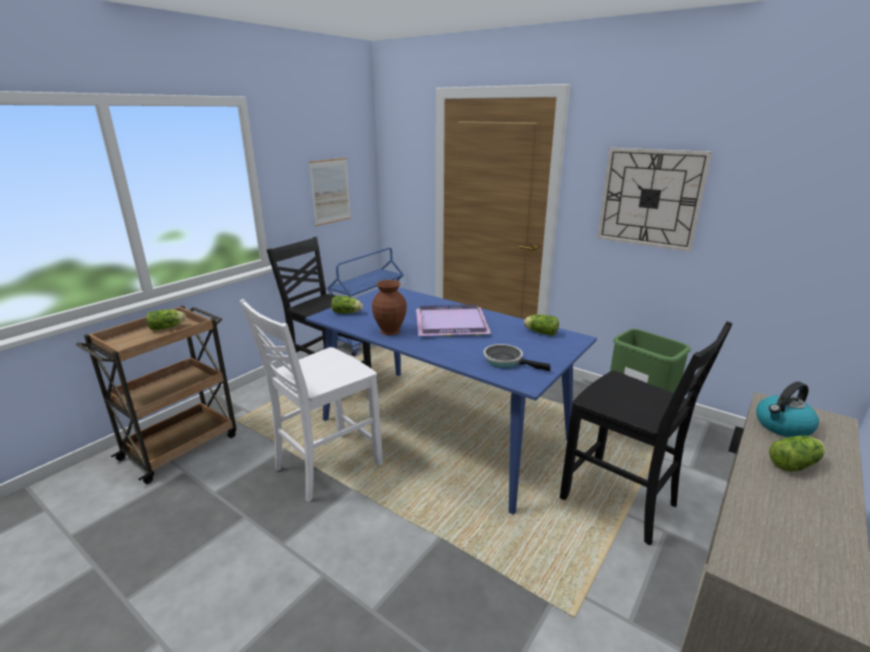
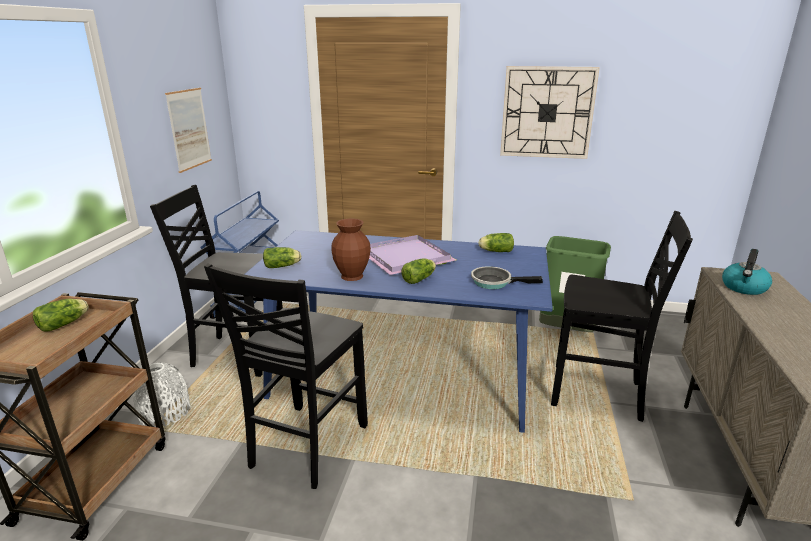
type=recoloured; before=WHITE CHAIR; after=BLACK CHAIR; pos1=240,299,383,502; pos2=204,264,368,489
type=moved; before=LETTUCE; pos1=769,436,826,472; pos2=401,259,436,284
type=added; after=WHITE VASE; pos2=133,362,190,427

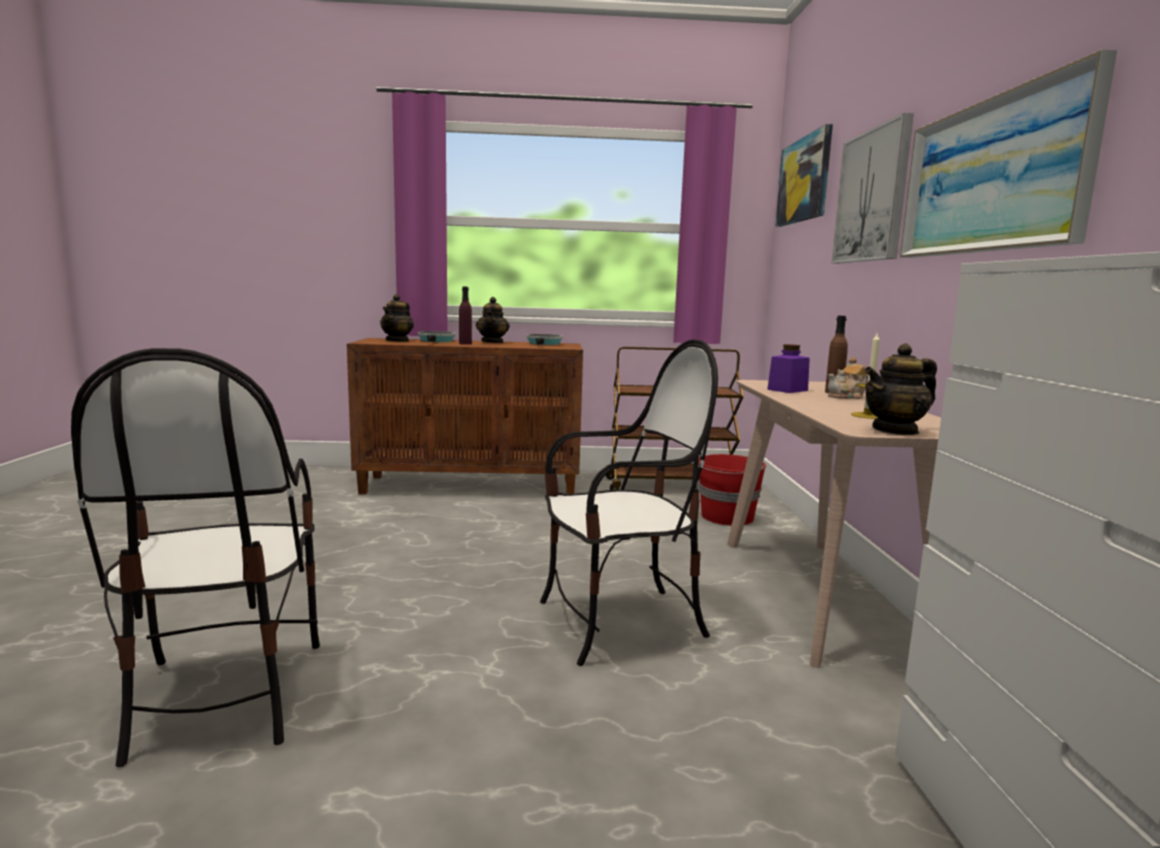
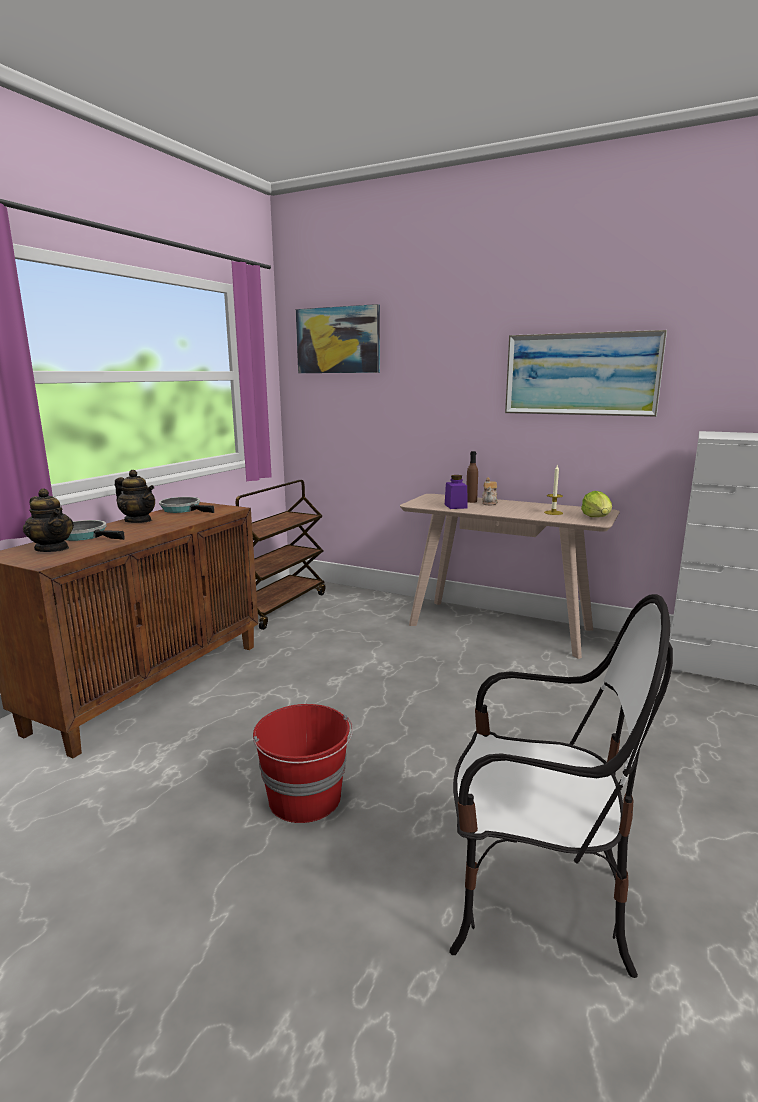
type=removed; before=PURPLE BOTTLE; pos1=459,287,472,345
type=removed; before=CHAIR; pos1=540,339,718,666
type=moved; before=RED BUCKET; pos1=698,454,766,526; pos2=253,704,353,823
type=removed; before=PICTURE; pos1=831,113,914,263
type=replaced; before=TEAPOT; after=LETTUCE; pos1=864,343,937,435; pos2=581,491,612,517

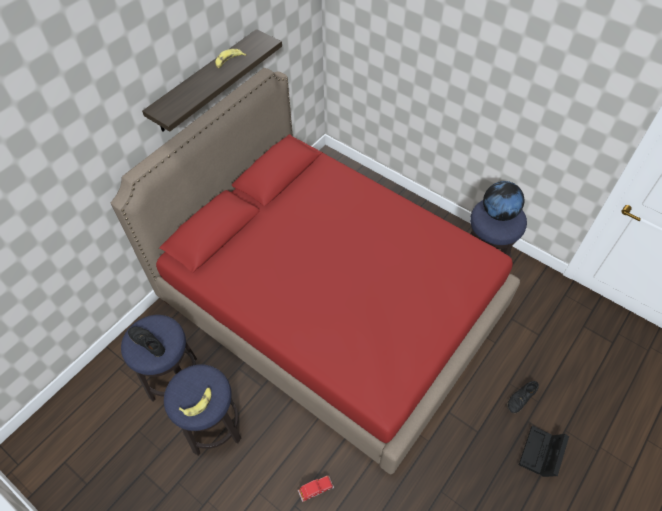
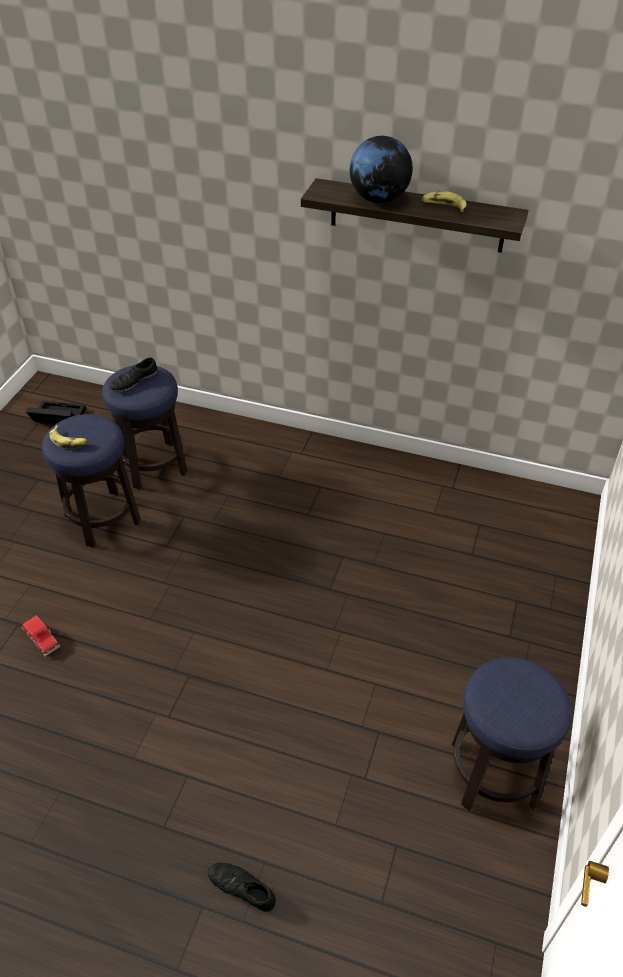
type=removed; before=RED BED; pos1=111,68,520,474
type=turned; before=BLACK SHOE; pos1=128,326,165,357; pos2=109,357,158,392; turn=-150
type=moved; before=GLOBE; pos1=483,181,524,221; pos2=350,136,413,203
type=moved; before=BLACK STORAGE BOX; pos1=519,426,569,477; pos2=26,401,86,423

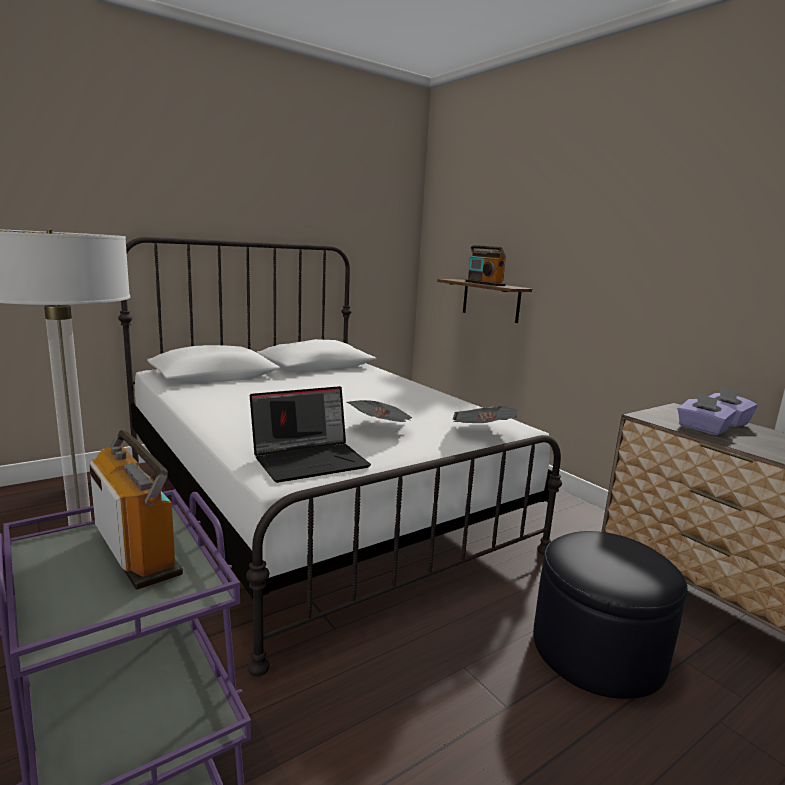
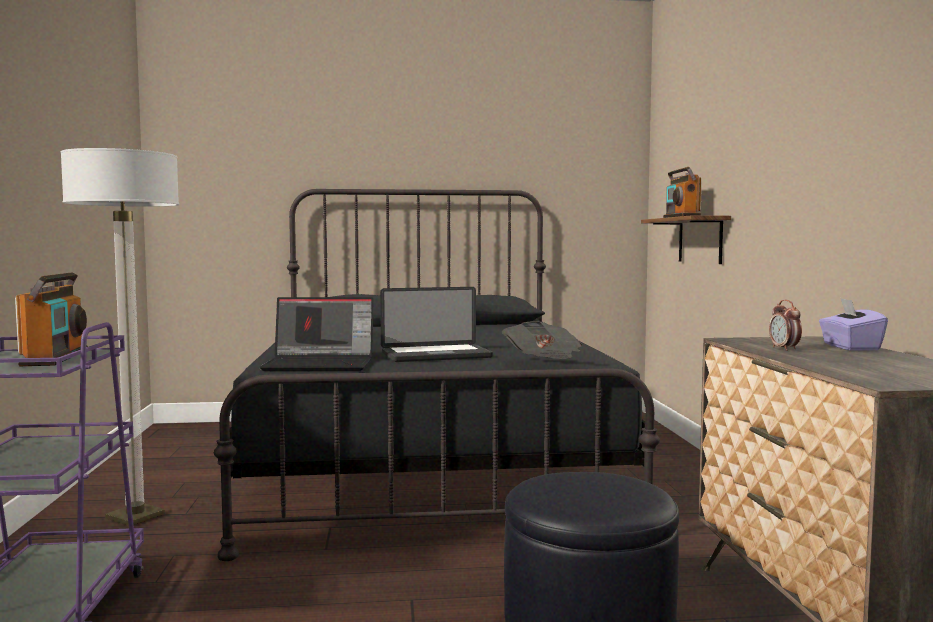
type=recoloured; before=WHITE BED; after=BLACK BED; pos1=118,237,562,676; pos2=214,189,660,561
type=replaced; before=NEWSPAPER; after=LAPTOP; pos1=346,400,412,422; pos2=380,287,493,362
type=replaced; before=PURPLE TISSUE BOX; after=ALARM CLOCK; pos1=677,394,736,435; pos2=769,299,802,351

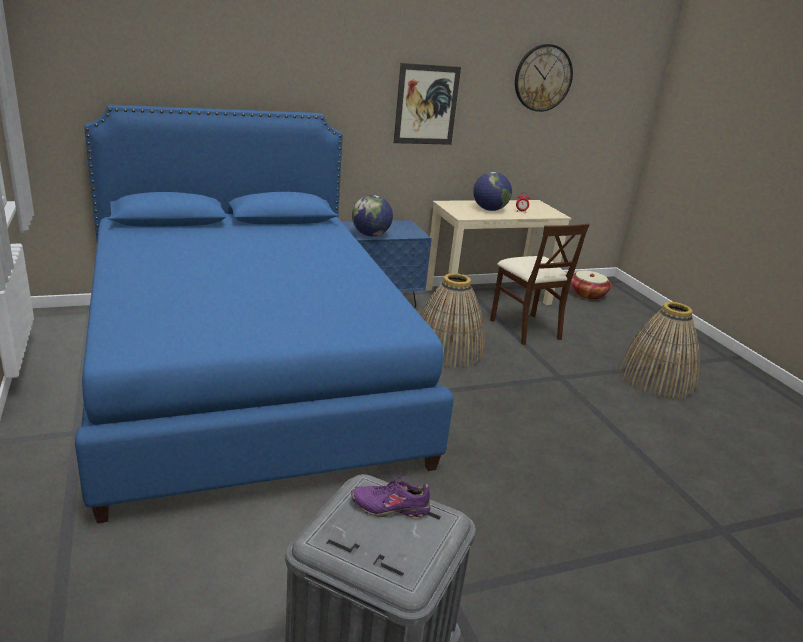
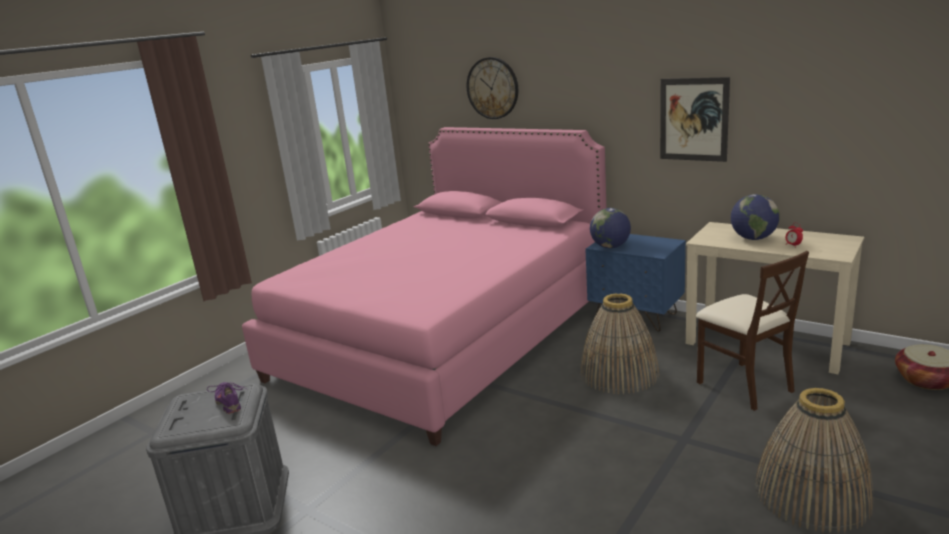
type=recoloured; before=BLUE BED; after=PINK BED; pos1=75,105,454,524; pos2=242,127,606,446
type=turned; before=BEIGE CHAIR; pos1=490,223,590,345; pos2=696,251,809,411; turn=-60
type=moved; before=WALL CLOCK; pos1=515,44,573,112; pos2=467,57,518,119

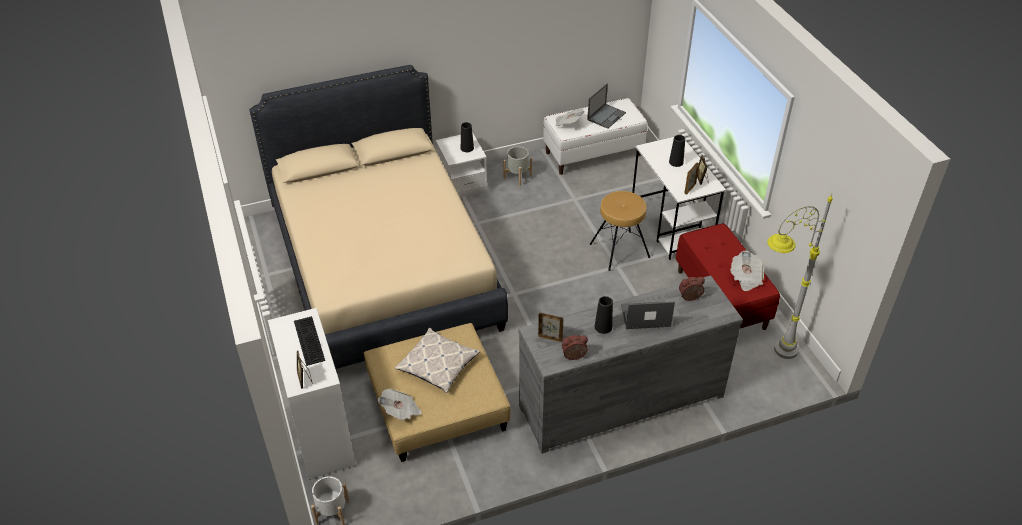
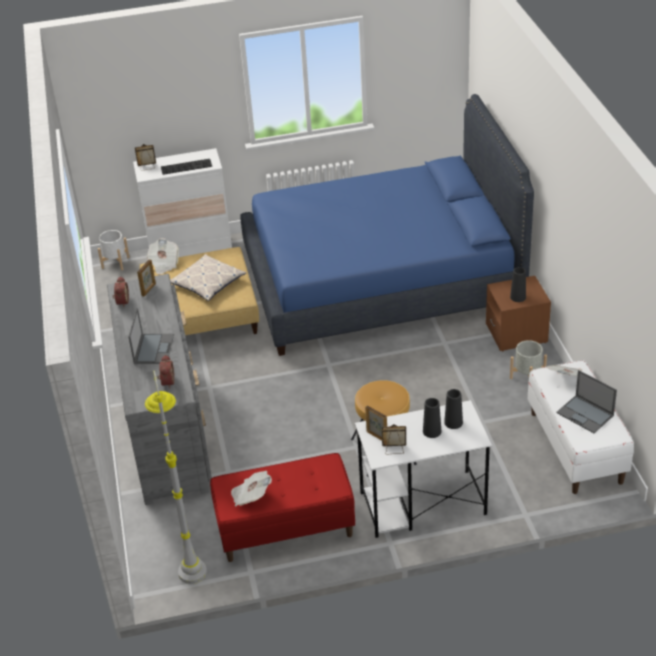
type=recoloured; before=BEIGE BED; after=BLUE BED; pos1=249,65,508,369; pos2=240,94,534,356
type=recoloured; before=WHITE NIGHTSTAND; after=BROWN NIGHTSTAND; pos1=436,132,487,197; pos2=486,276,551,351
type=moved; before=BLACK VASE; pos1=594,296,613,334; pos2=444,389,463,429

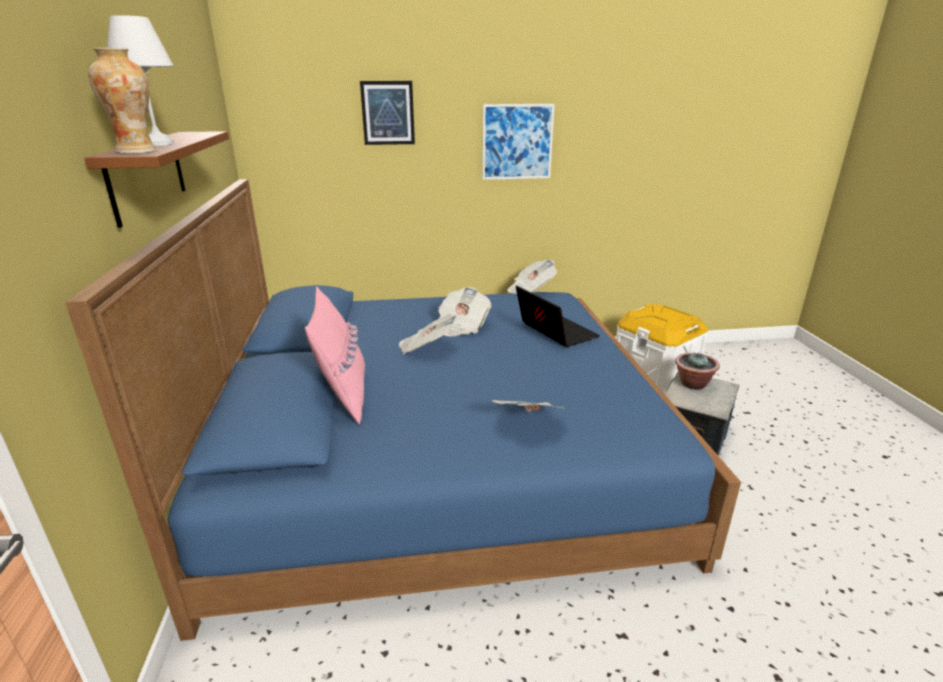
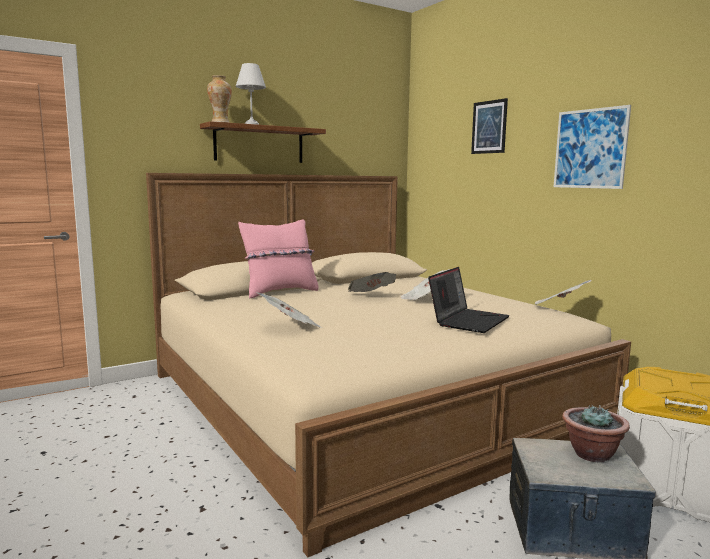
type=recoloured; before=BLUE BED; after=BEIGE BED; pos1=65,179,741,641; pos2=146,173,631,557

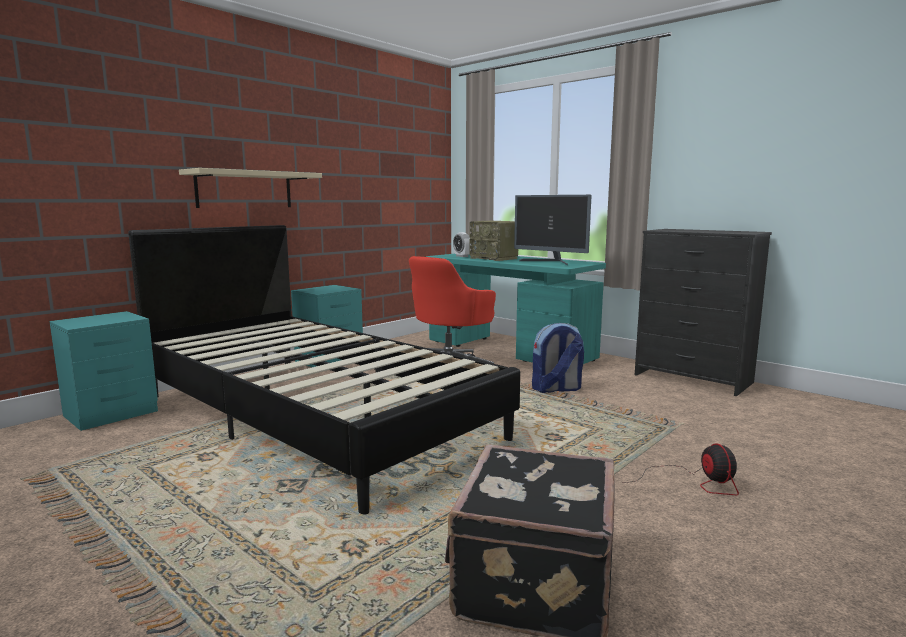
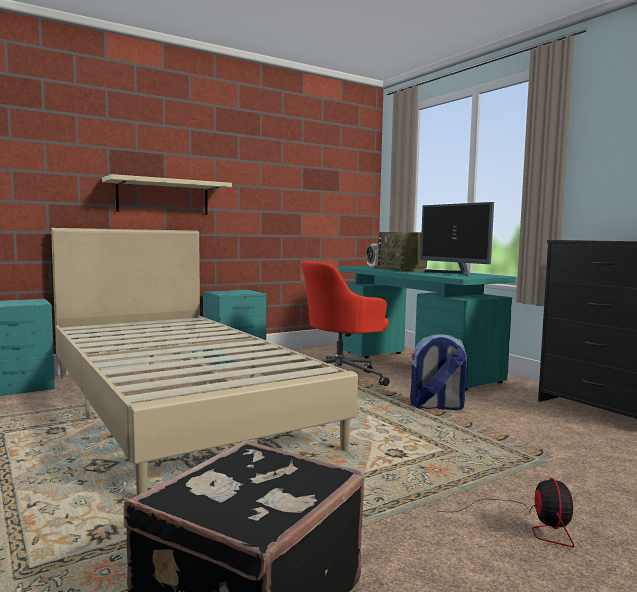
type=recoloured; before=BLACK BED; after=BEIGE BED; pos1=128,225,520,514; pos2=51,228,358,495

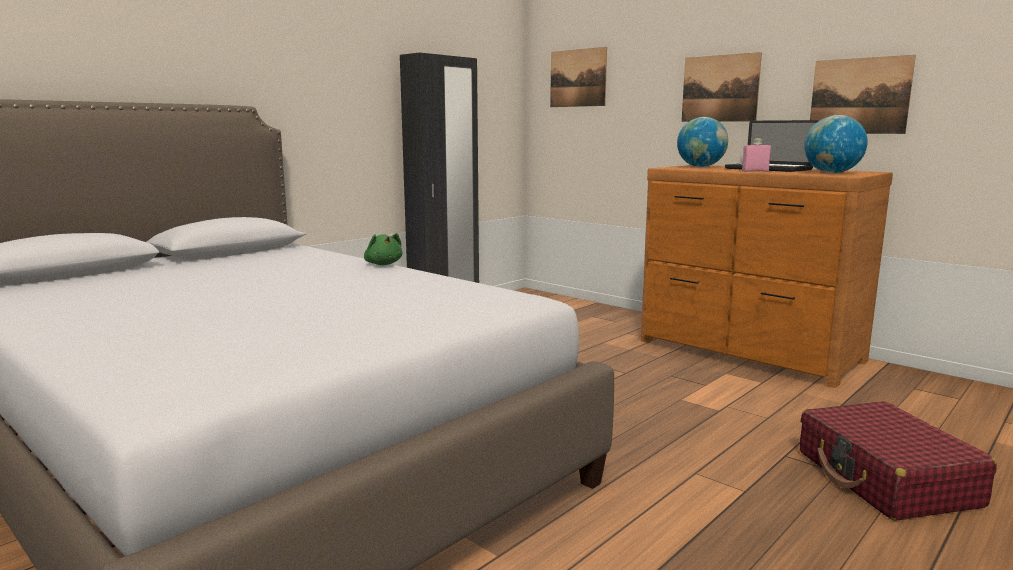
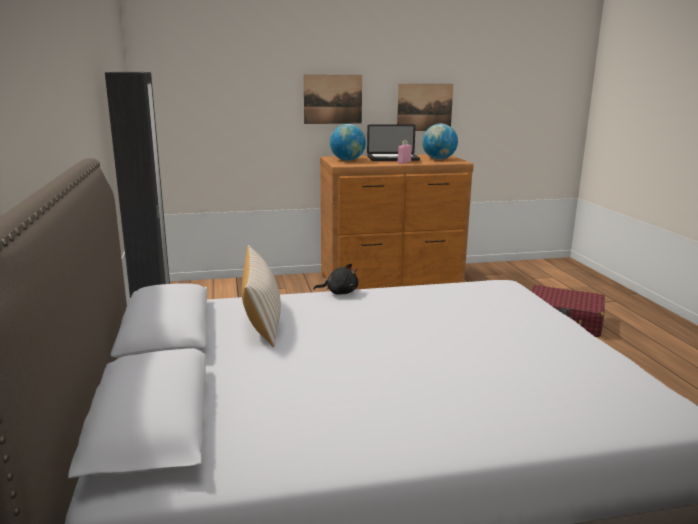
type=recoloured; before=GREEN PLUSH TOY; after=BLACK PLUSH TOY; pos1=364,233,402,265; pos2=314,263,358,295
type=removed; before=PICTURE; pos1=550,47,607,107
type=added; after=BEIGE PILLOW; pos2=241,245,281,347

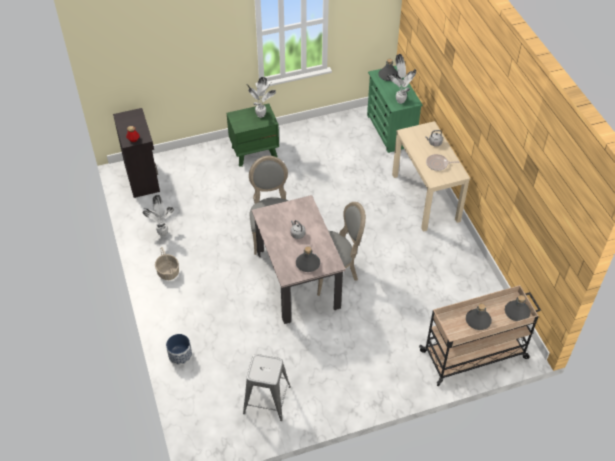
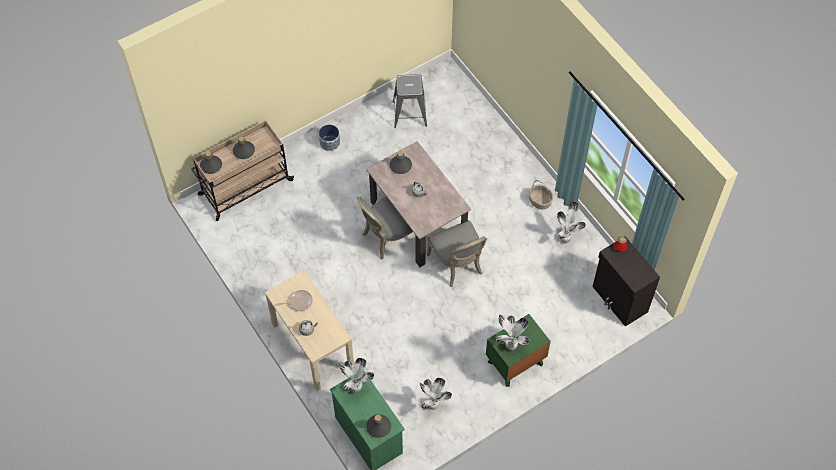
type=moved; before=PLANTER; pos1=166,334,192,365; pos2=319,124,340,151
type=added; after=POTTED PLANT; pos2=419,378,452,410

